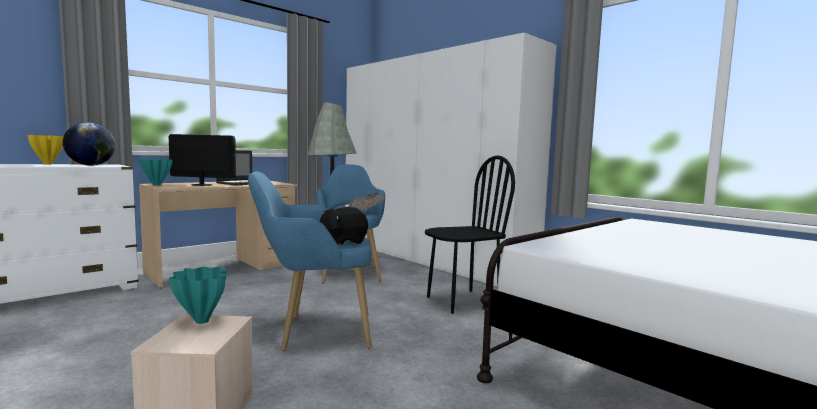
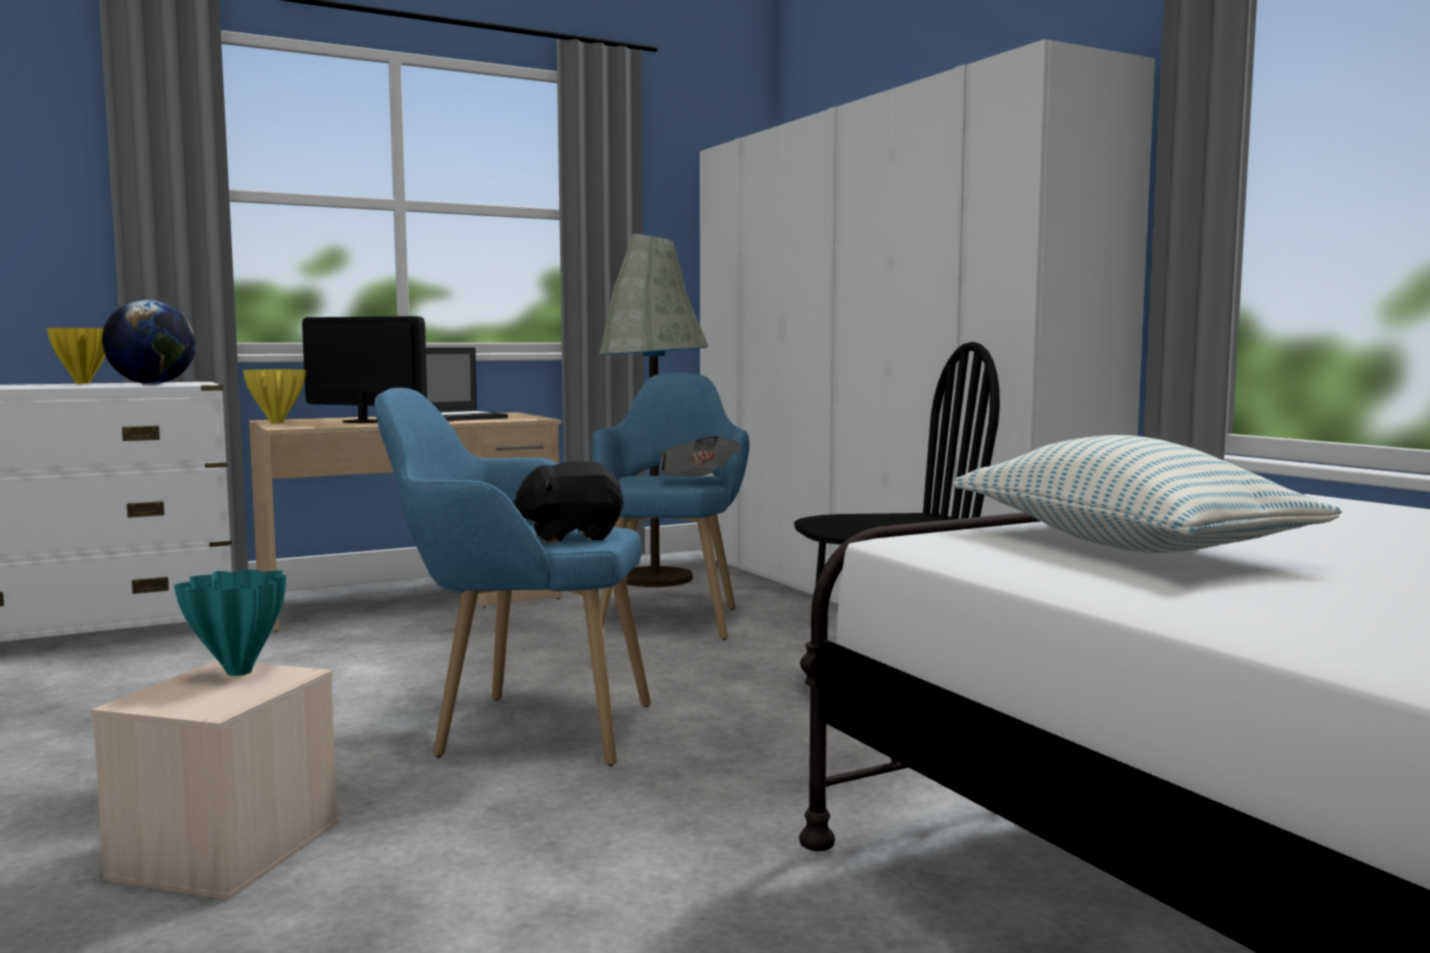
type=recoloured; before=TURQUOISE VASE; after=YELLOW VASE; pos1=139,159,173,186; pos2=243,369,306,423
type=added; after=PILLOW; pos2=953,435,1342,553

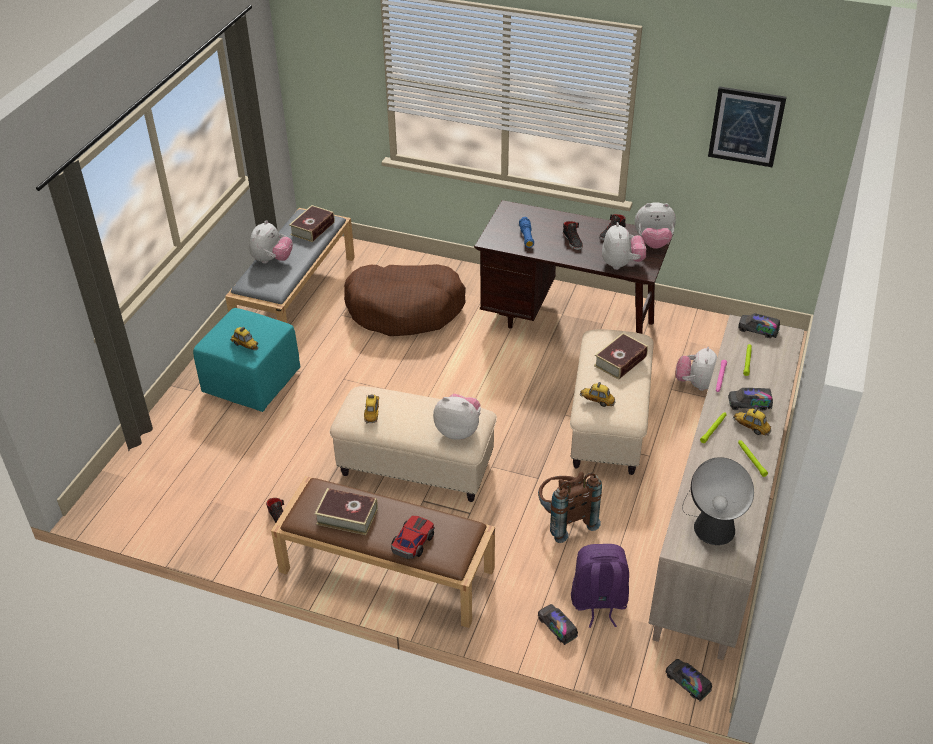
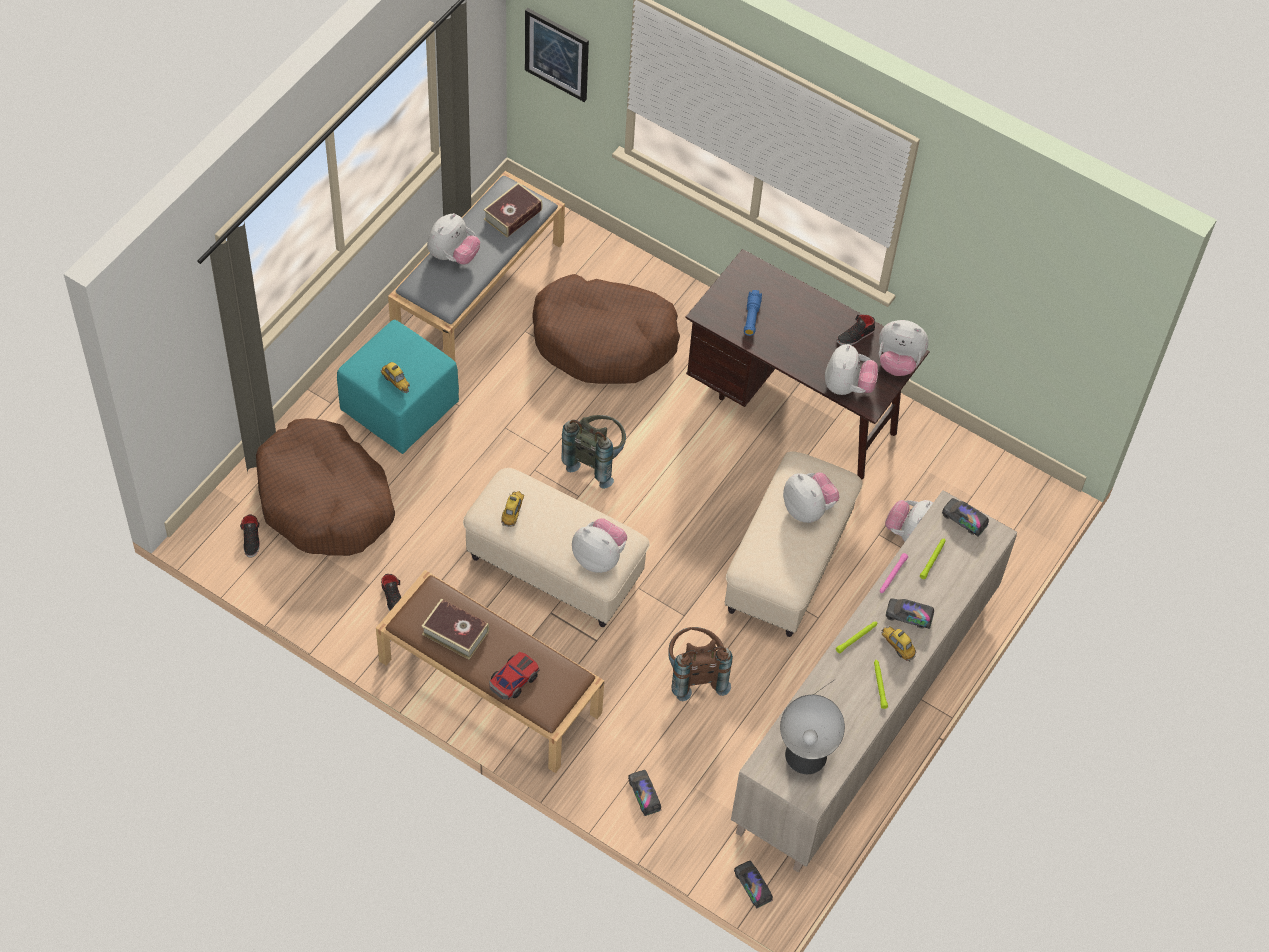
type=moved; before=BLACK SHOE; pos1=563,221,583,250; pos2=240,515,260,557
type=removed; before=PURPLE BACKPACK; pos1=571,544,629,628
type=removed; before=TOY CAR; pos1=580,382,615,407
type=replaced; before=BOOK; after=PLUSH TOY; pos1=594,333,648,380; pos2=783,472,839,523
type=moved; before=PICTURE; pos1=708,86,787,167; pos2=525,8,589,102
type=added; after=BROWN DOG BED; pos2=256,418,395,556
type=added; after=GREY BACKPACK; pos2=561,415,626,489

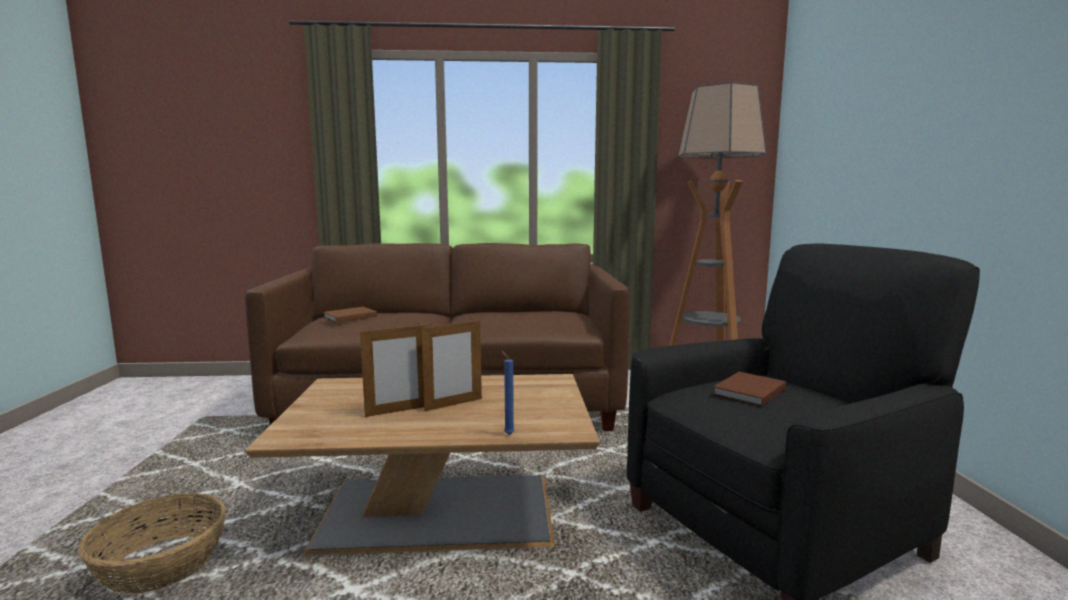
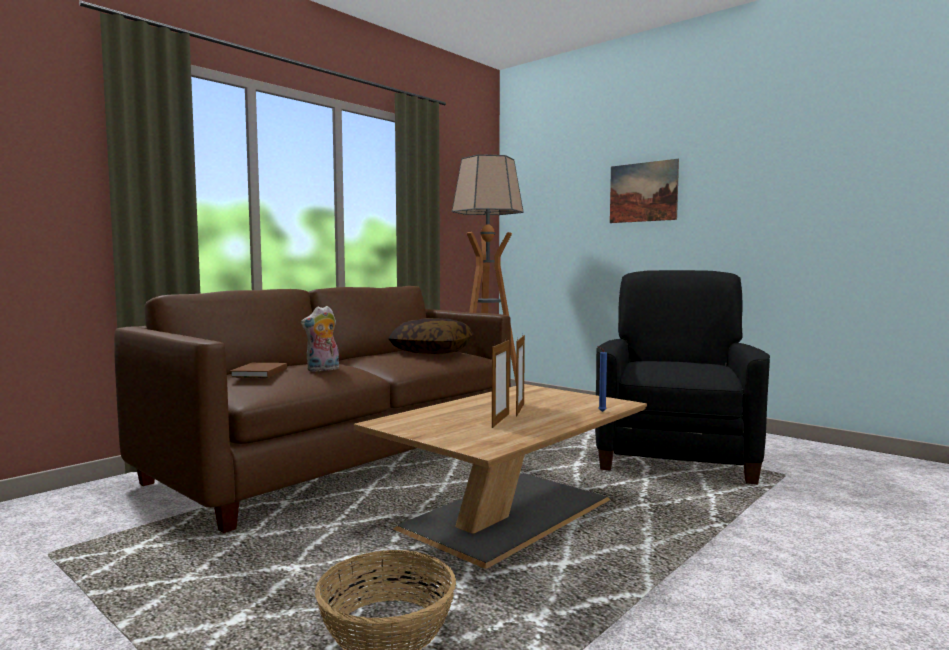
type=removed; before=BROWN BOOK; pos1=713,372,786,406
type=added; after=PLUSH TOY; pos2=301,306,339,372
type=added; after=PILLOW; pos2=388,318,473,354
type=added; after=PICTURE; pos2=610,159,679,223

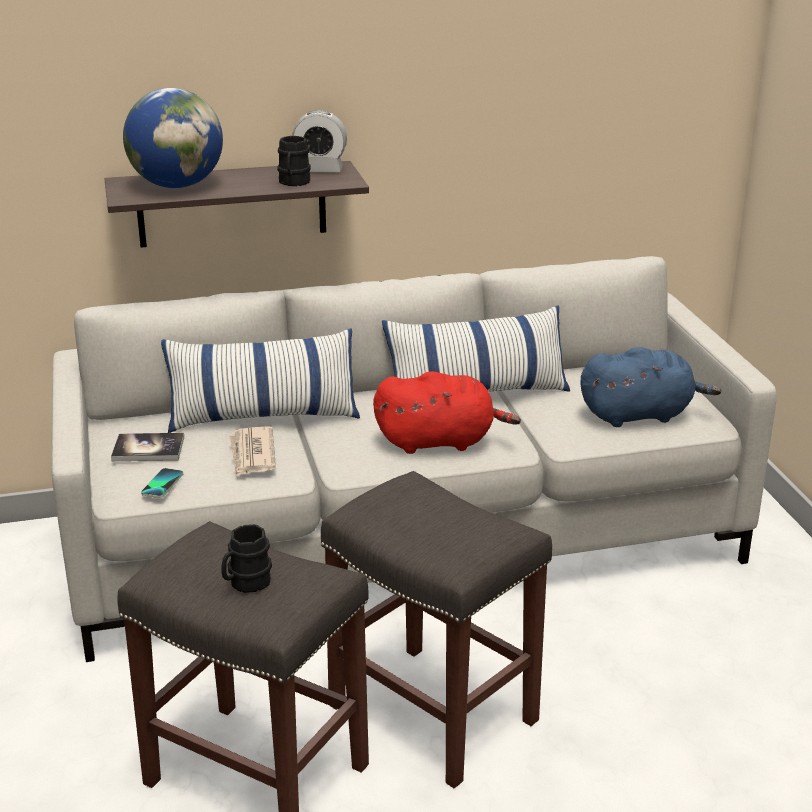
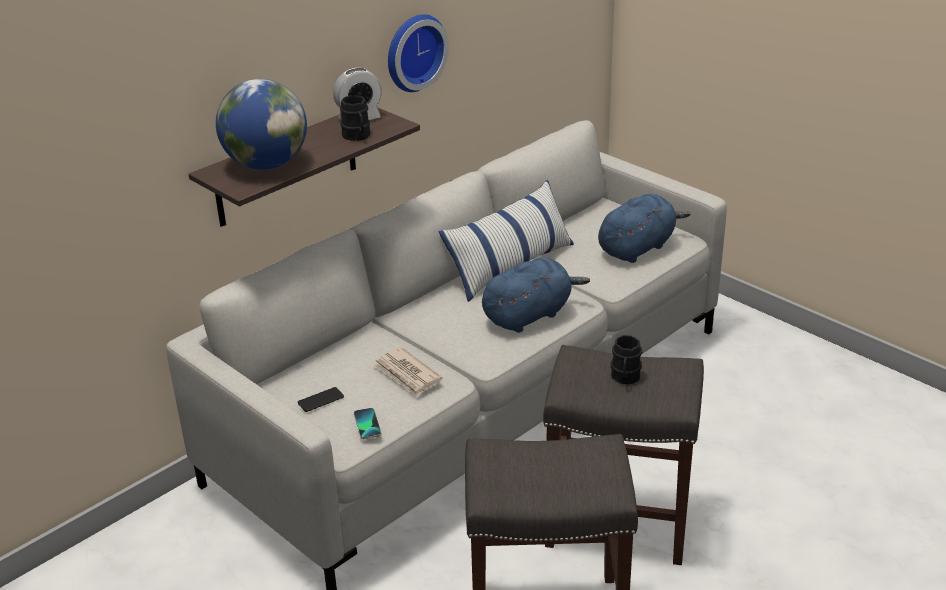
type=replaced; before=BOOK; after=PHONE; pos1=111,433,184,461; pos2=298,387,344,412
type=removed; before=PILLOW; pos1=161,328,360,433
type=moved; before=BLACK MUG; pos1=221,524,272,593; pos2=611,335,642,385
type=recoloured; before=RED PLUSH TOY; after=BLUE PLUSH TOY; pos1=373,371,521,454; pos2=482,257,590,333
type=added; after=WALL CLOCK; pos2=388,14,449,92

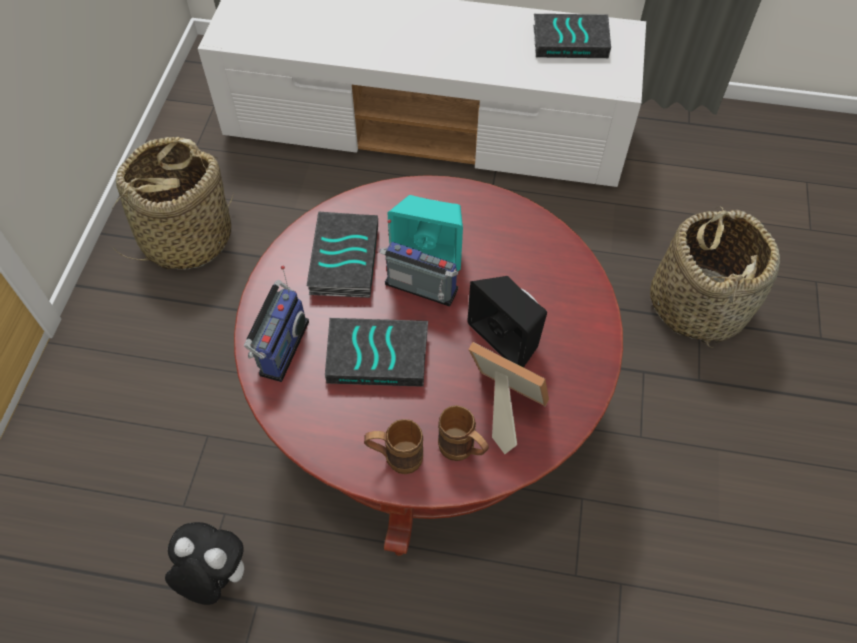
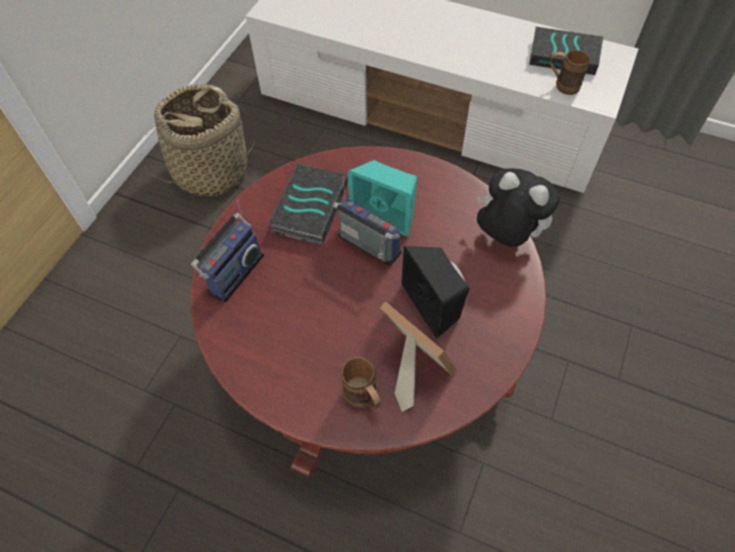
type=moved; before=PLUSH TOY; pos1=165,522,244,605; pos2=477,168,560,247
type=removed; before=BOOK; pos1=325,318,428,387
type=moved; before=BROWN MUG; pos1=364,419,423,474; pos2=550,50,590,95
type=removed; before=BASKET; pos1=650,207,780,348

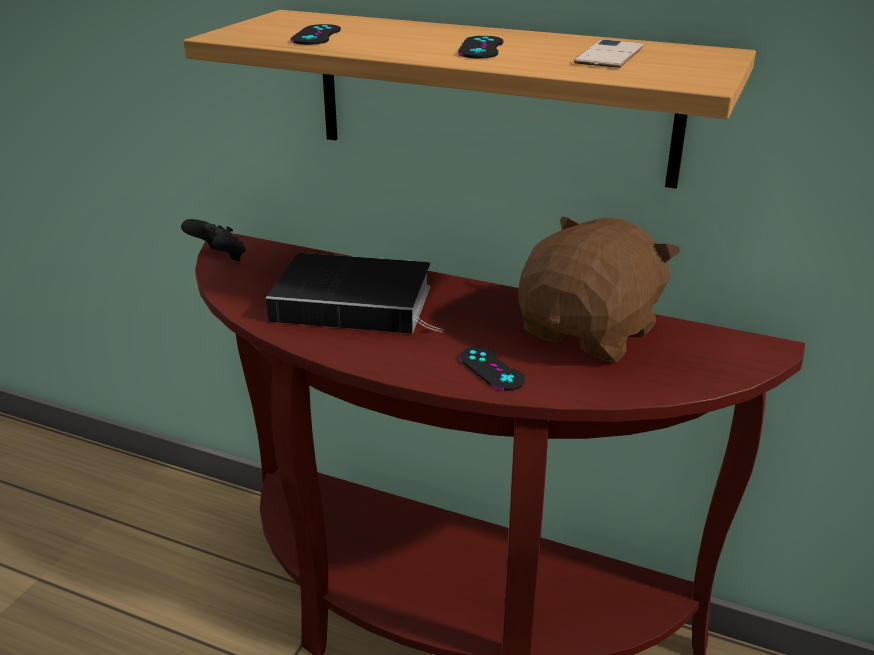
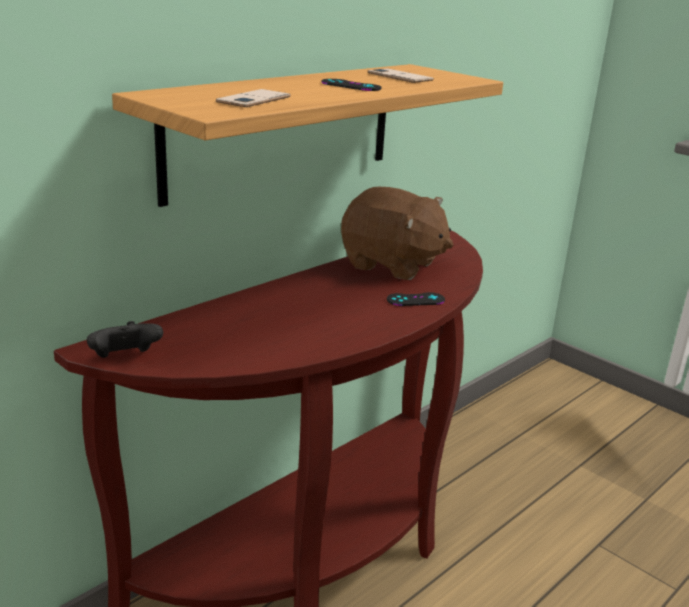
type=removed; before=BOOK; pos1=266,253,444,334
type=replaced; before=BLACK GAME CONTROLLER; after=PHONE; pos1=291,24,341,45; pos2=216,89,291,107
type=turned; before=BROWN PLUSH TOY; pos1=518,216,680,362; pos2=341,187,453,280; turn=150

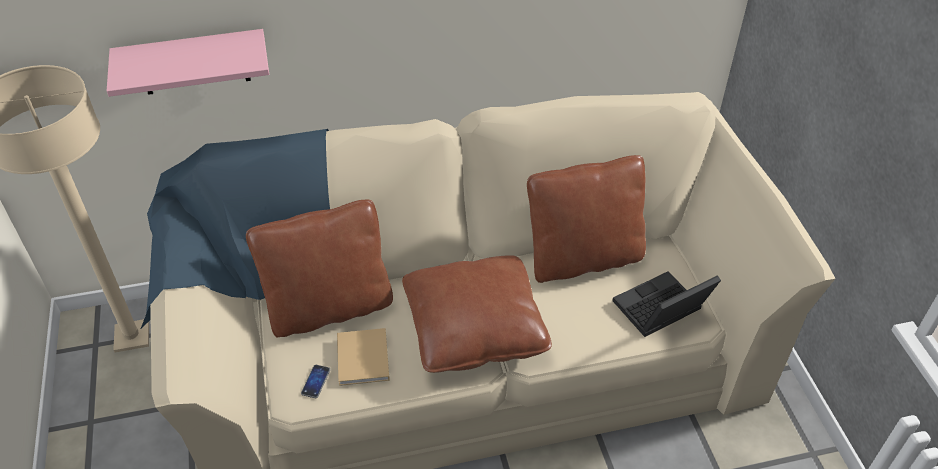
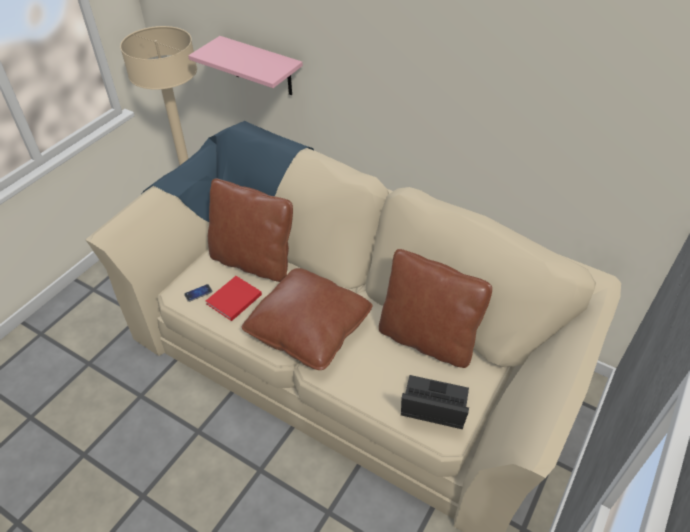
type=recoloured; before=BEIGE BOOK; after=RED BOOK; pos1=337,328,390,386; pos2=206,276,262,321

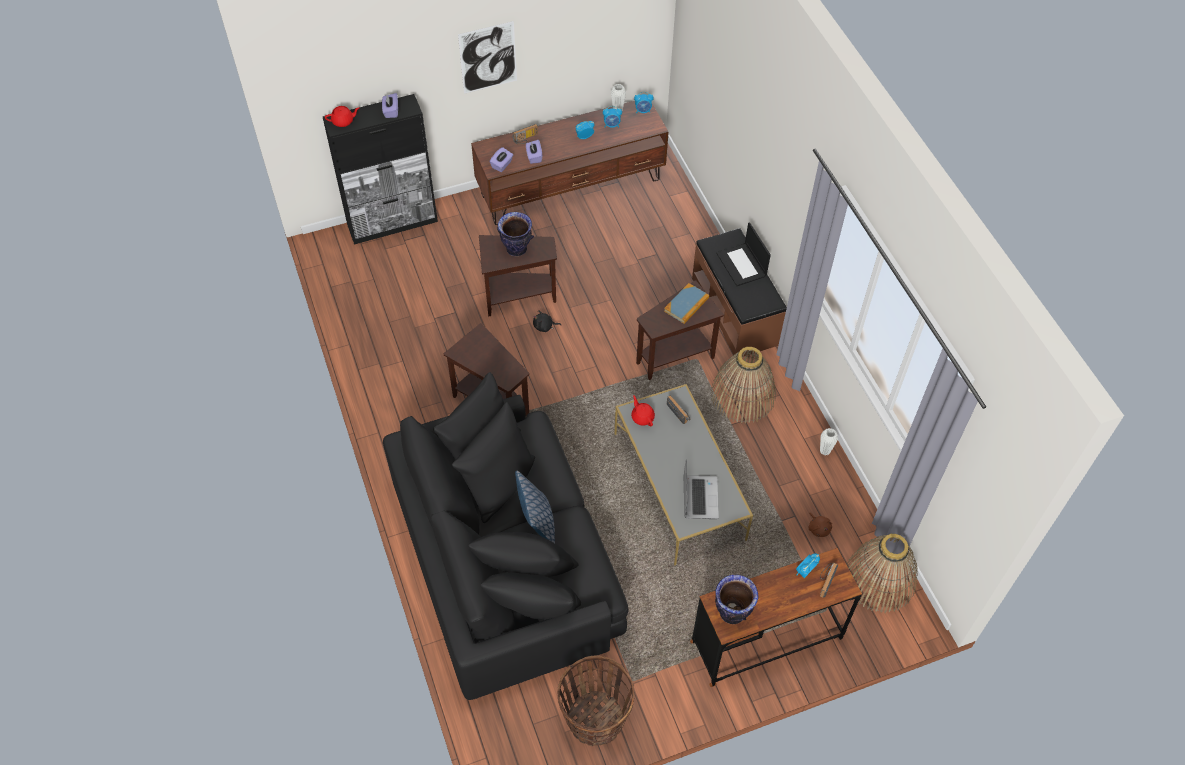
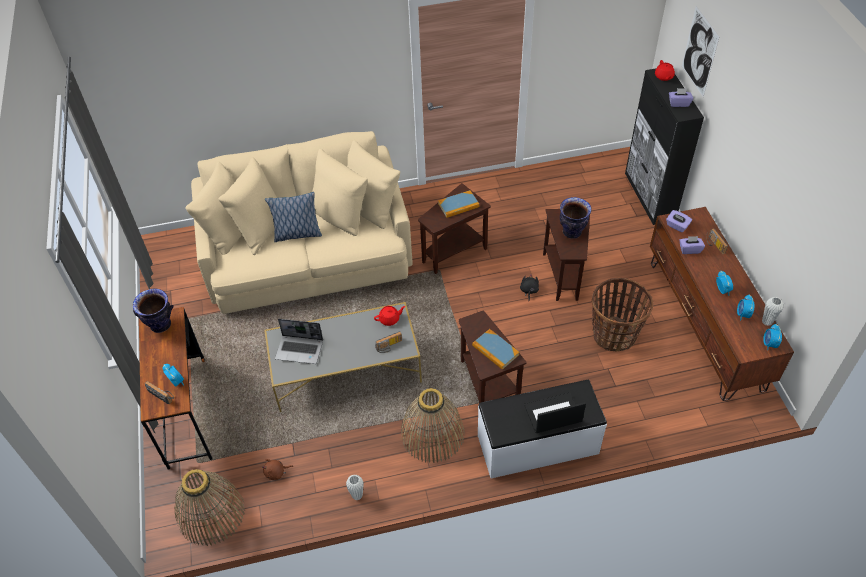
type=recoloured; before=BLACK SOFA; after=BEIGE SOFA; pos1=383,372,629,700; pos2=185,131,413,314
type=moved; before=PICTURE; pos1=458,21,517,94; pos2=682,6,719,97
type=moved; before=BASKET; pos1=558,655,635,746; pos2=592,278,654,351
type=recoloured; before=BROWN BENCH; after=WHITE BENCH; pos1=692,228,787,356; pos2=478,380,607,478
type=added; after=BOOK; pos2=438,190,480,218

